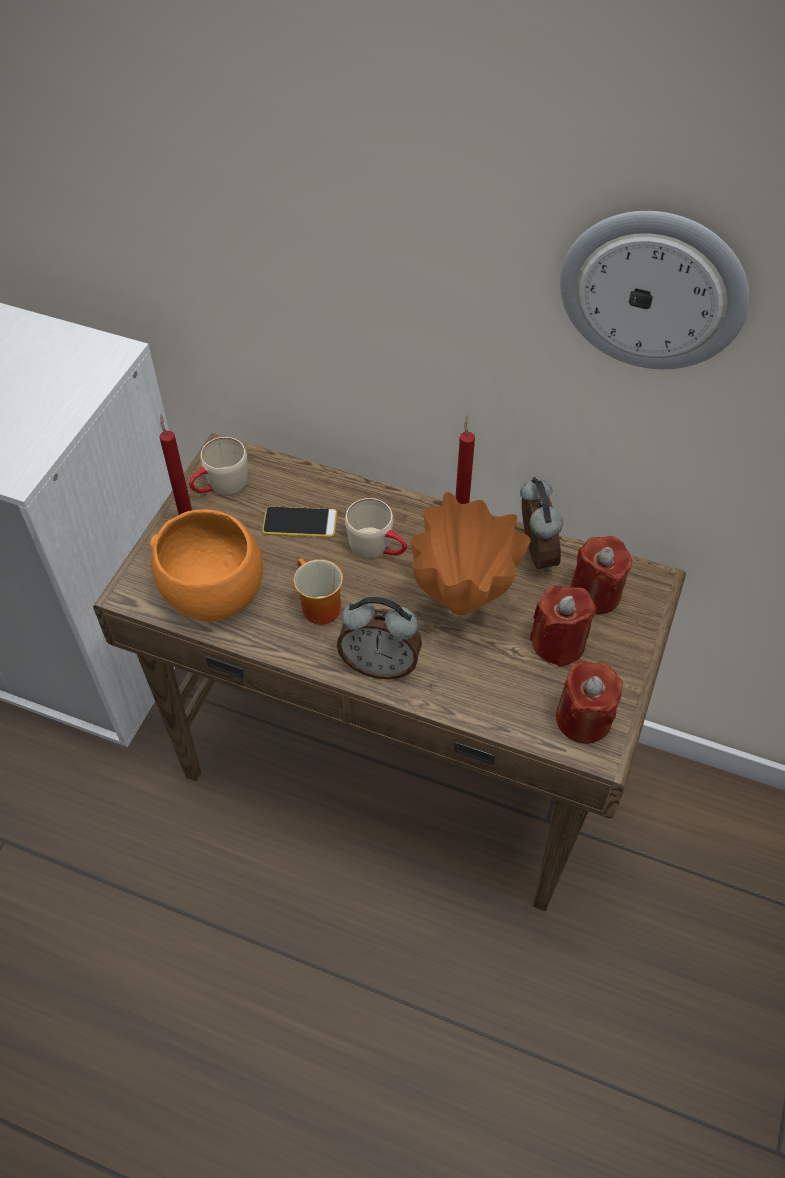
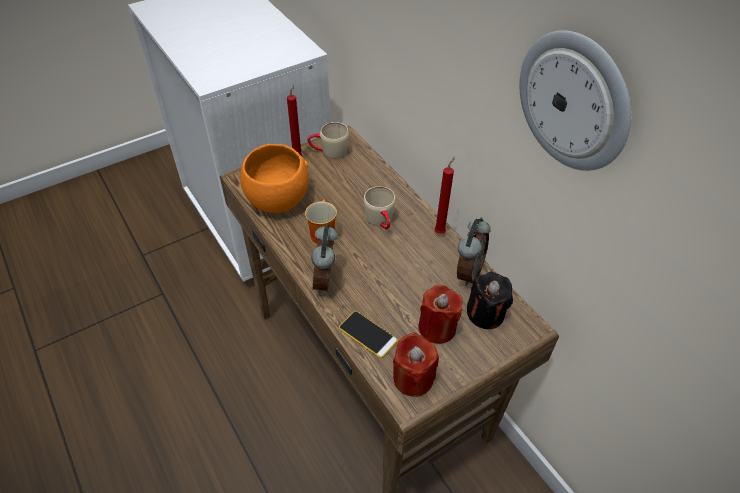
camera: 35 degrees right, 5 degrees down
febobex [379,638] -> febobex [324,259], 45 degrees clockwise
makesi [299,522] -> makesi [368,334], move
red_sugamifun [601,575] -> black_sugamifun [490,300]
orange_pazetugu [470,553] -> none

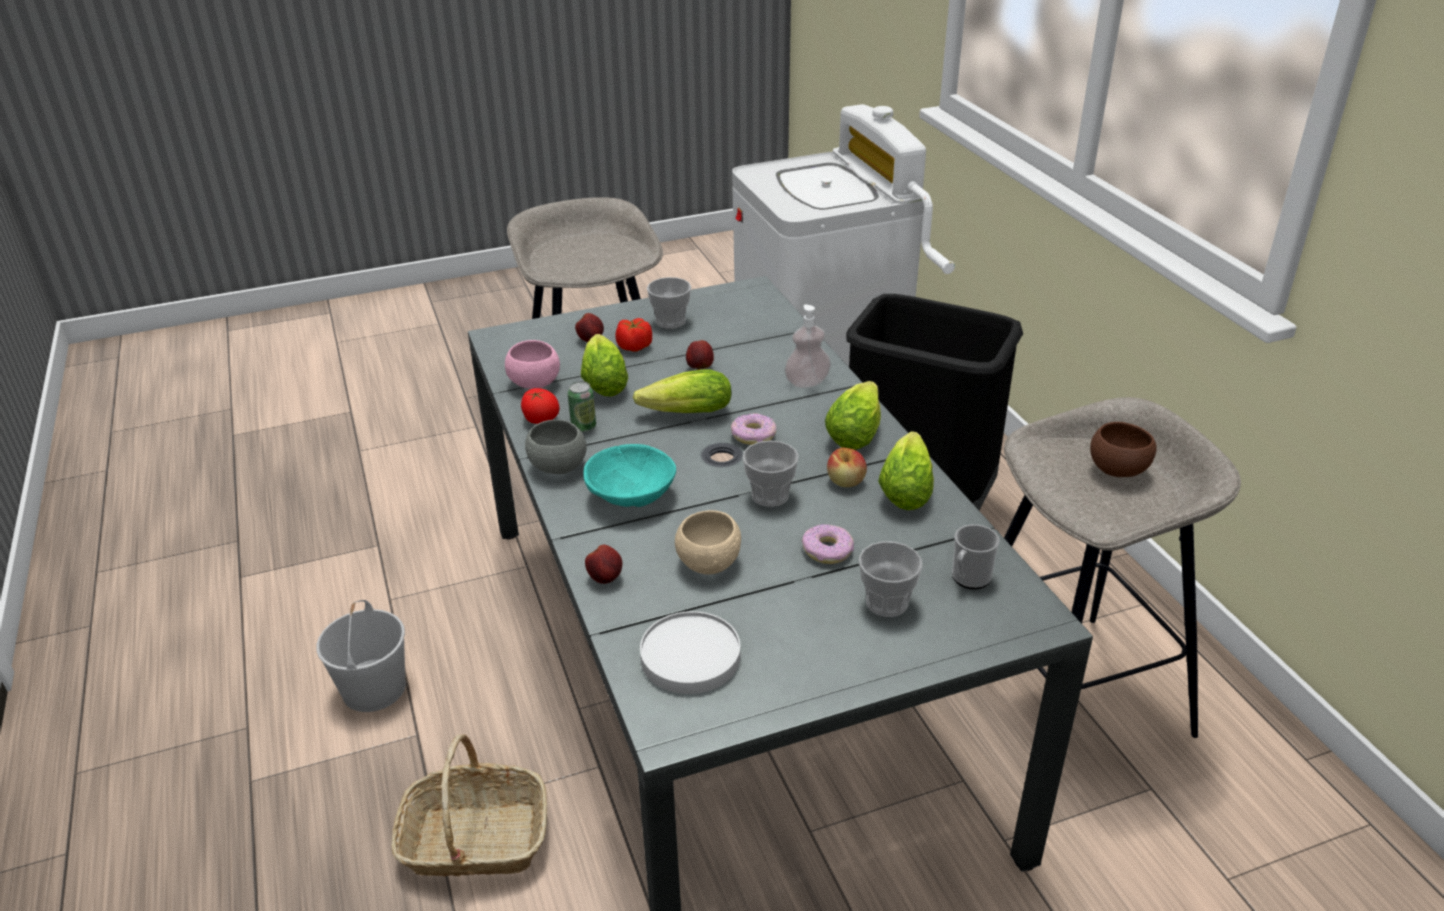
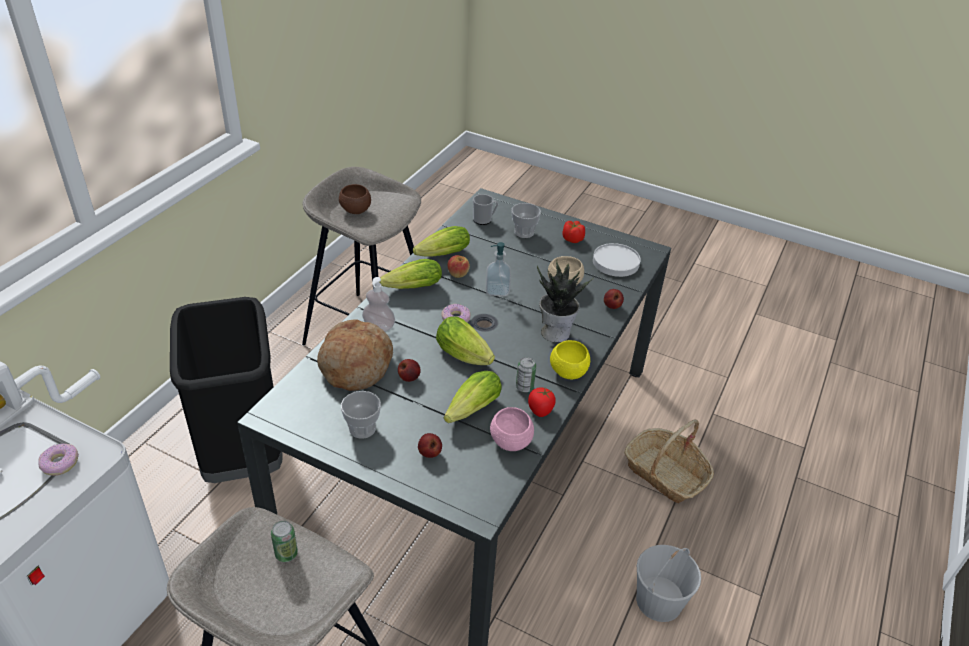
camera: 135 degrees left, 5 degrees up
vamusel [828,544] -> vamusel [58,460], move
none -> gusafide [284,541]
none -> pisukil [355,355]
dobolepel [771,473] -> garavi [498,269]
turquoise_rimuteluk [629,475] -> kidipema [565,301]
grey_rimuteluk [556,447] -> yellow_rimuteluk [570,359]
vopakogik [634,335] -> vopakogik [573,232], move

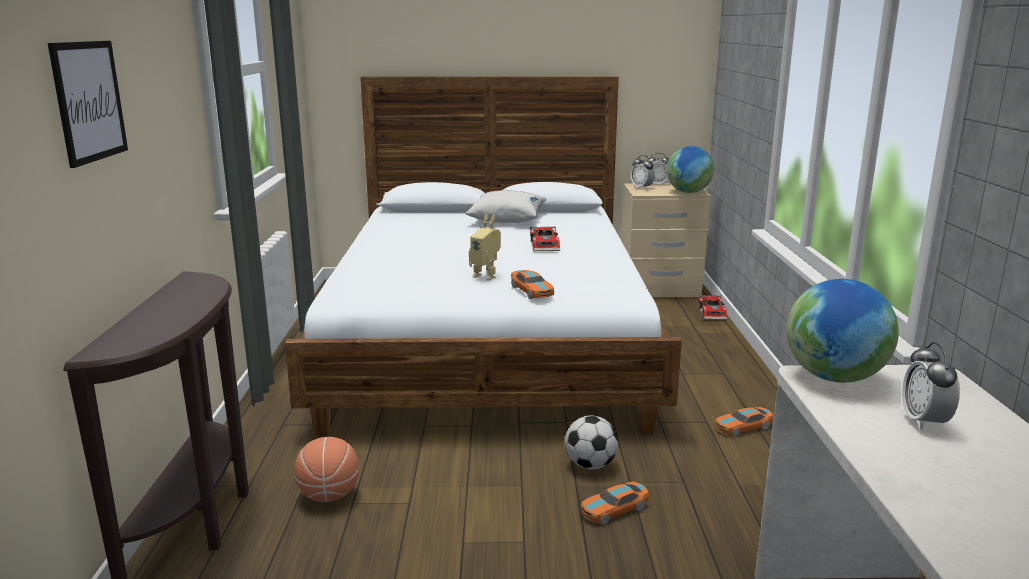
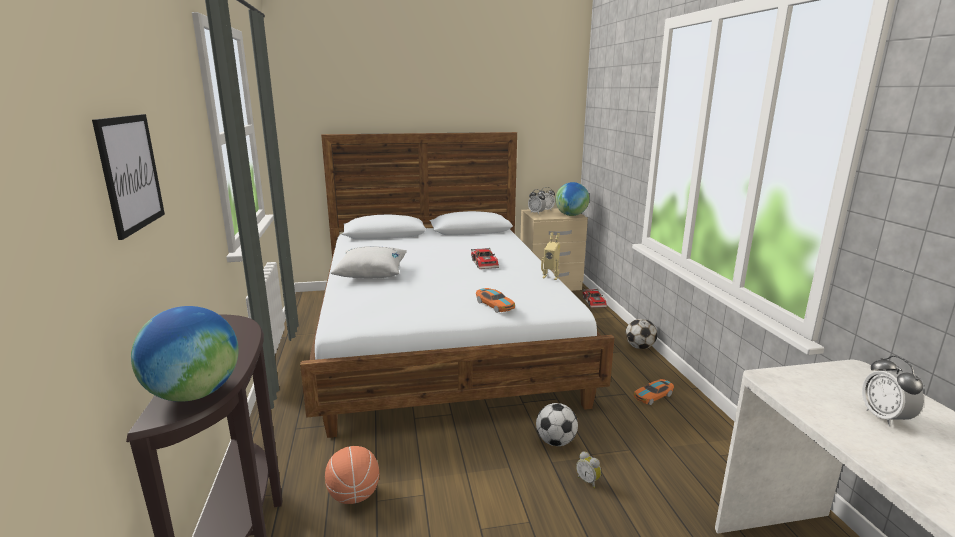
camera: 10 degrees left, 0 degrees up
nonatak [842,331] -> nonatak [185,354], move
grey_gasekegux [505,206] -> grey_gasekegux [369,262], move
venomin [485,247] -> venomin [550,256], move
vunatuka [615,503] -> febobex [588,470]
none -> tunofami [641,334]

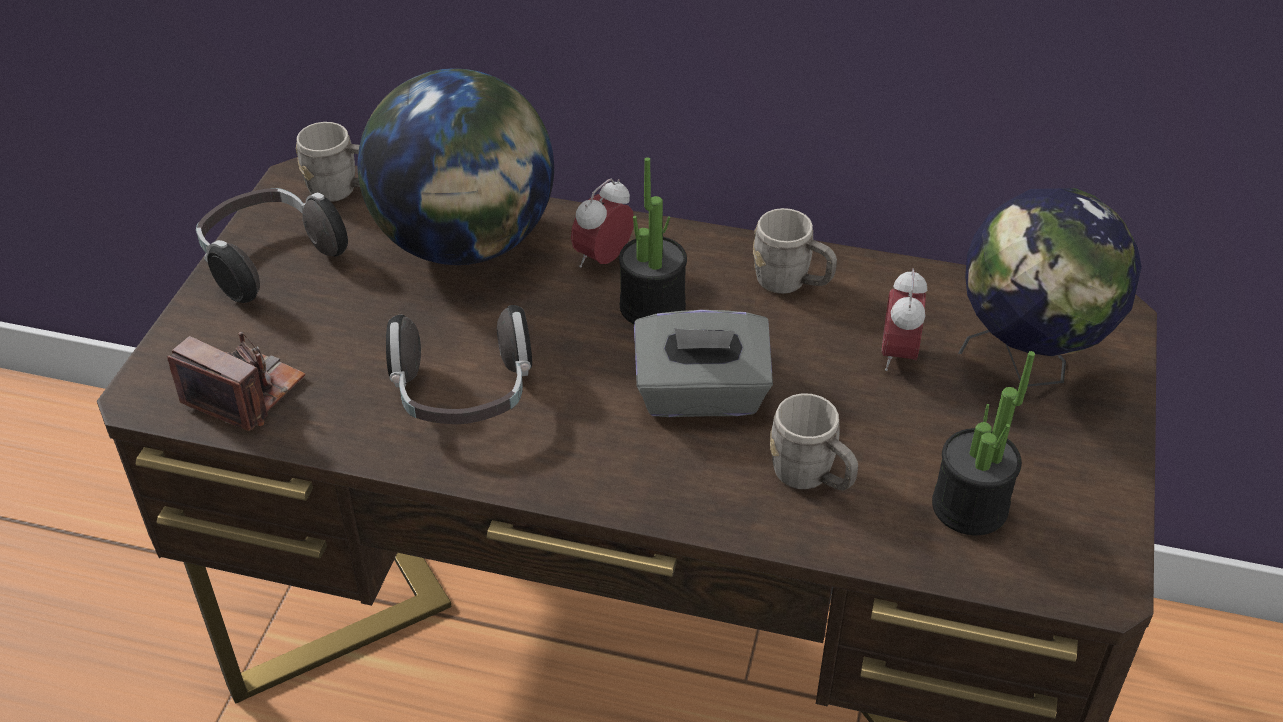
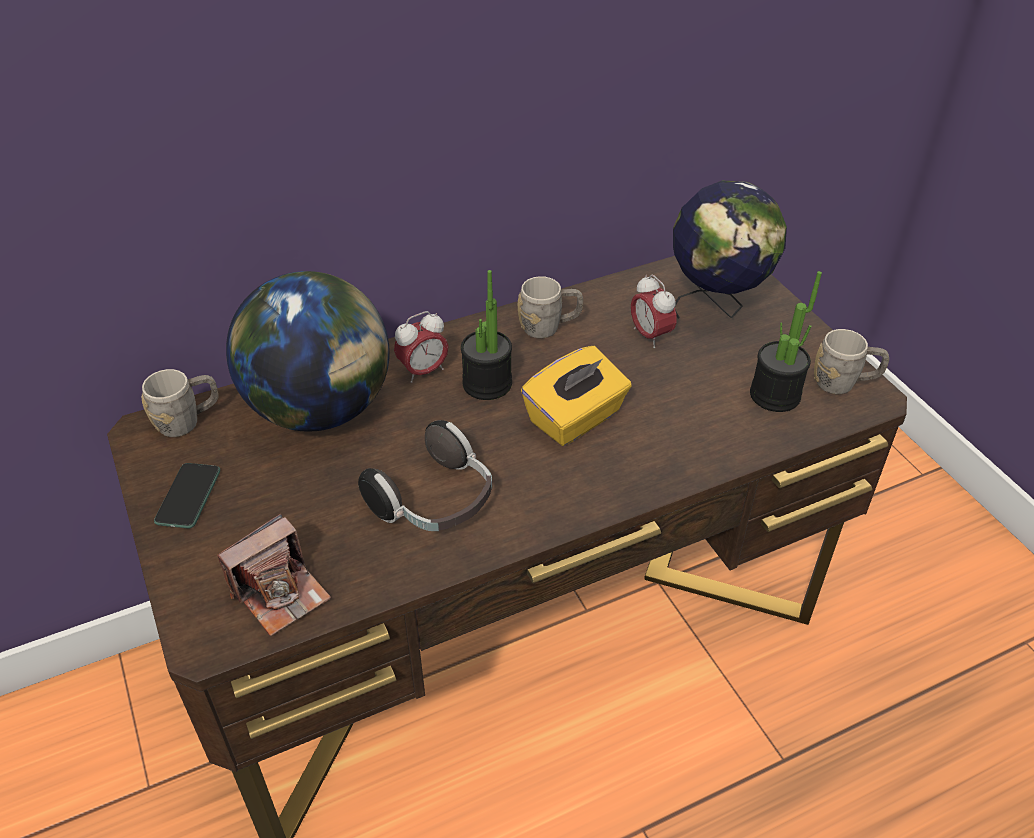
camera: 40 degrees left, 0 degrees up
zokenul [272,245] -> makesi [187,495]
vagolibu [236,381] -> vagolibu [274,575], 150 degrees clockwise
febobex [602,223] -> febobex [421,347], 120 degrees counterclockwise
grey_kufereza [703,363] -> yellow_kufereza [576,396]
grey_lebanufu [814,441] -> grey_lebanufu [851,361], move

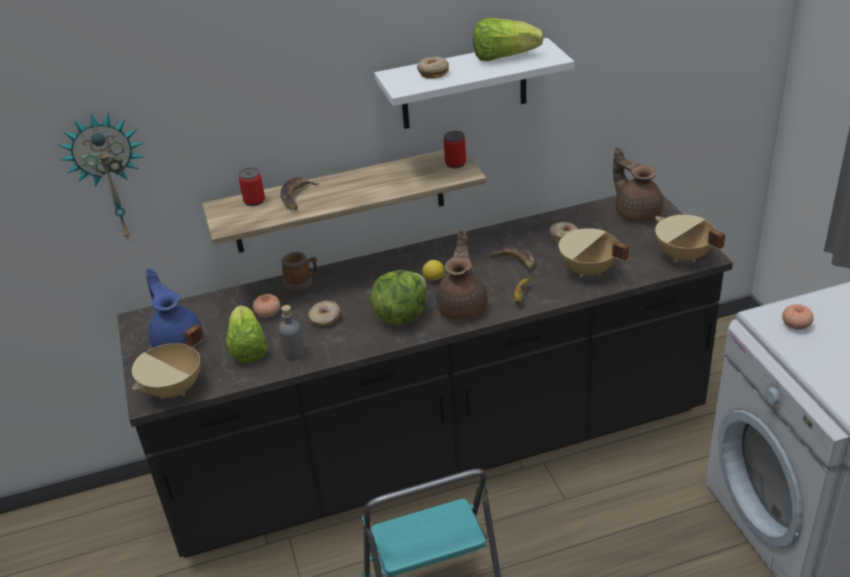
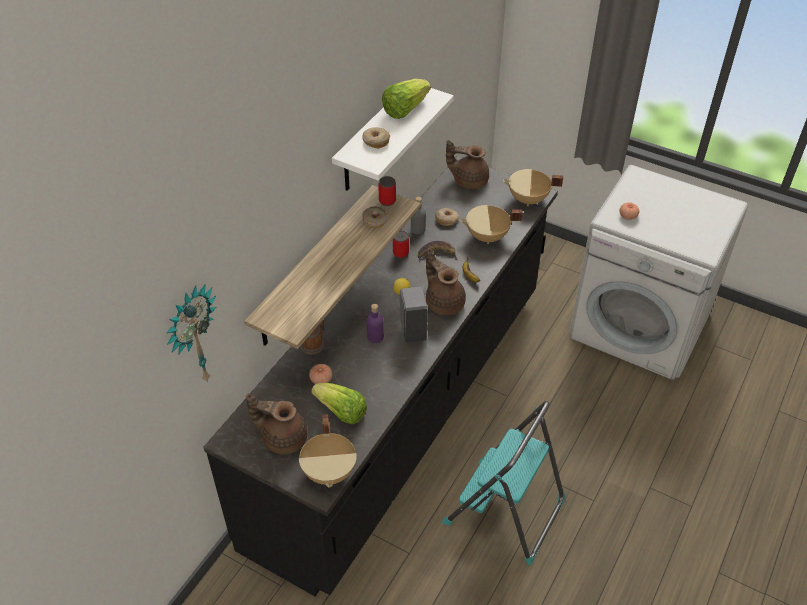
camera: 45 degrees left, 10 degrees up
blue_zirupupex [174,308] -> brown_zirupupex [277,423]
vamusel [324,314] -> vamusel [374,217], move
none -> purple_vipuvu [375,323]
gusafide [251,187] -> gusafide [401,244], move
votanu [398,297] -> grey_garavi [414,314]
grey_vipuvu [291,333] -> grey_vipuvu [418,215], move
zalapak [300,193] -> none

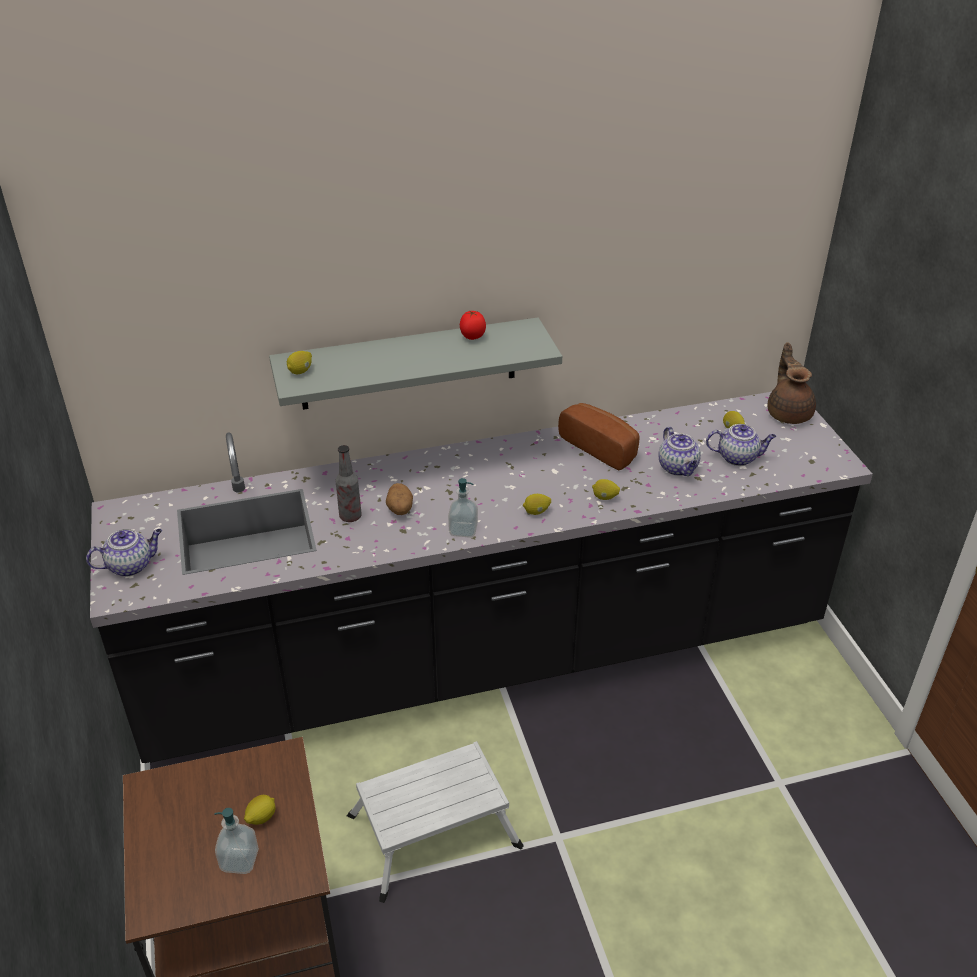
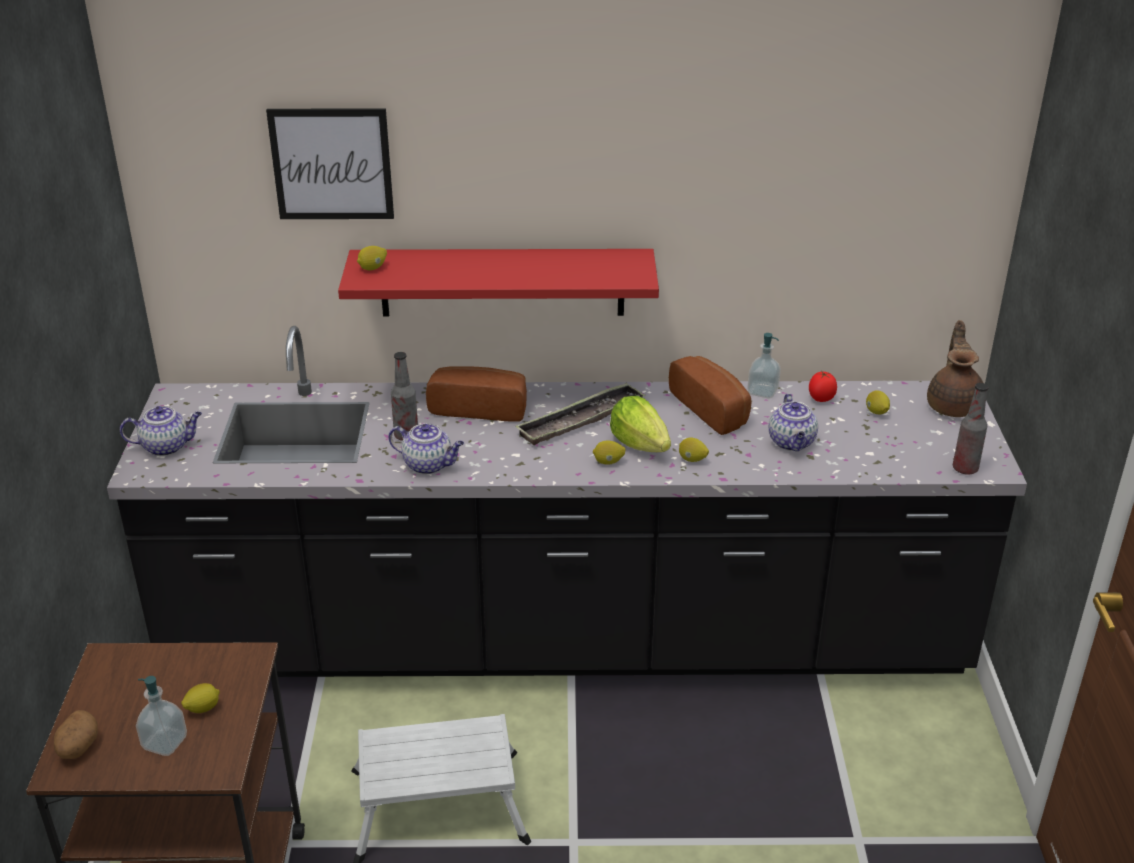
camera: 15 degrees right, 5 degrees down
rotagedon [399,499] -> rotagedon [76,734], move
none -> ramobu [330,164]
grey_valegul [415,363] -> red_valegul [498,283]
zirupupex [741,445] -> zirupupex [426,449], move
none -> pisukil [476,394]
none -> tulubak [580,413]
none -> votanu [640,424]
garavi [463,508] -> garavi [764,366], move
vopakogik [473,325] -> vopakogik [823,387], move
none -> vipuvu [970,429]

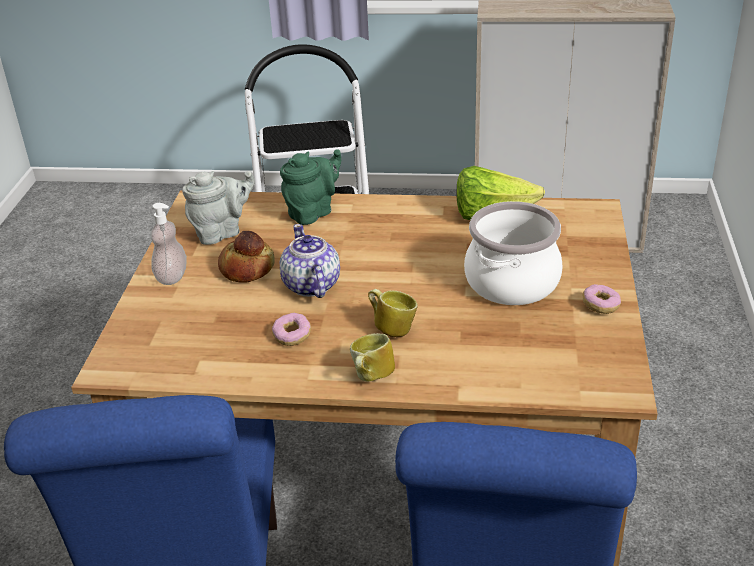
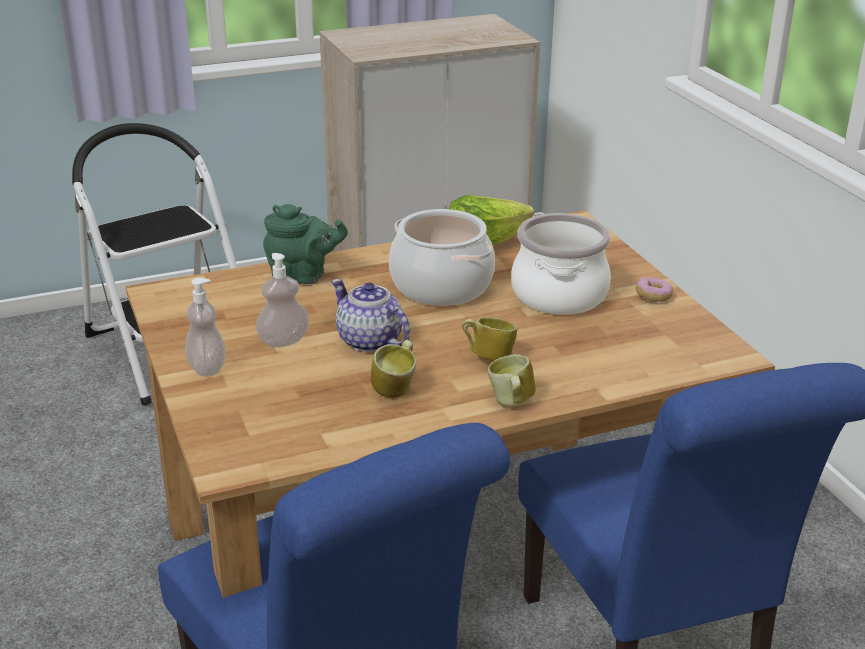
camera: 30 degrees left, 5 degrees down
pisukil [246,257] -> garavi [282,300]
green_zirupupex [310,187] -> green_zirupupex [305,244], 75 degrees clockwise
vamusel [291,329] -> lebanufu [393,368]
none -> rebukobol [442,257]
grey_zirupupex [218,208] -> none

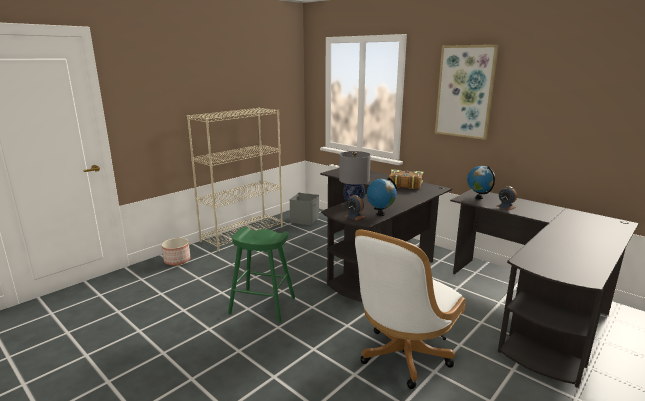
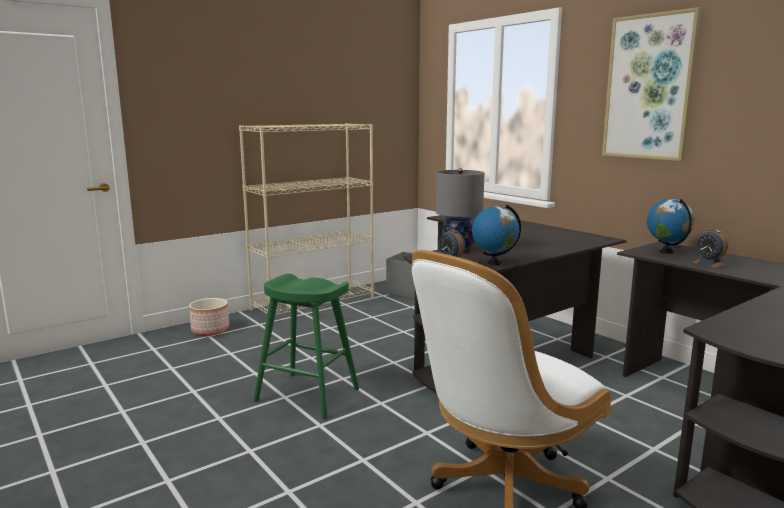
camera: 10 degrees right, 5 degrees down
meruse [406,179] -> none

